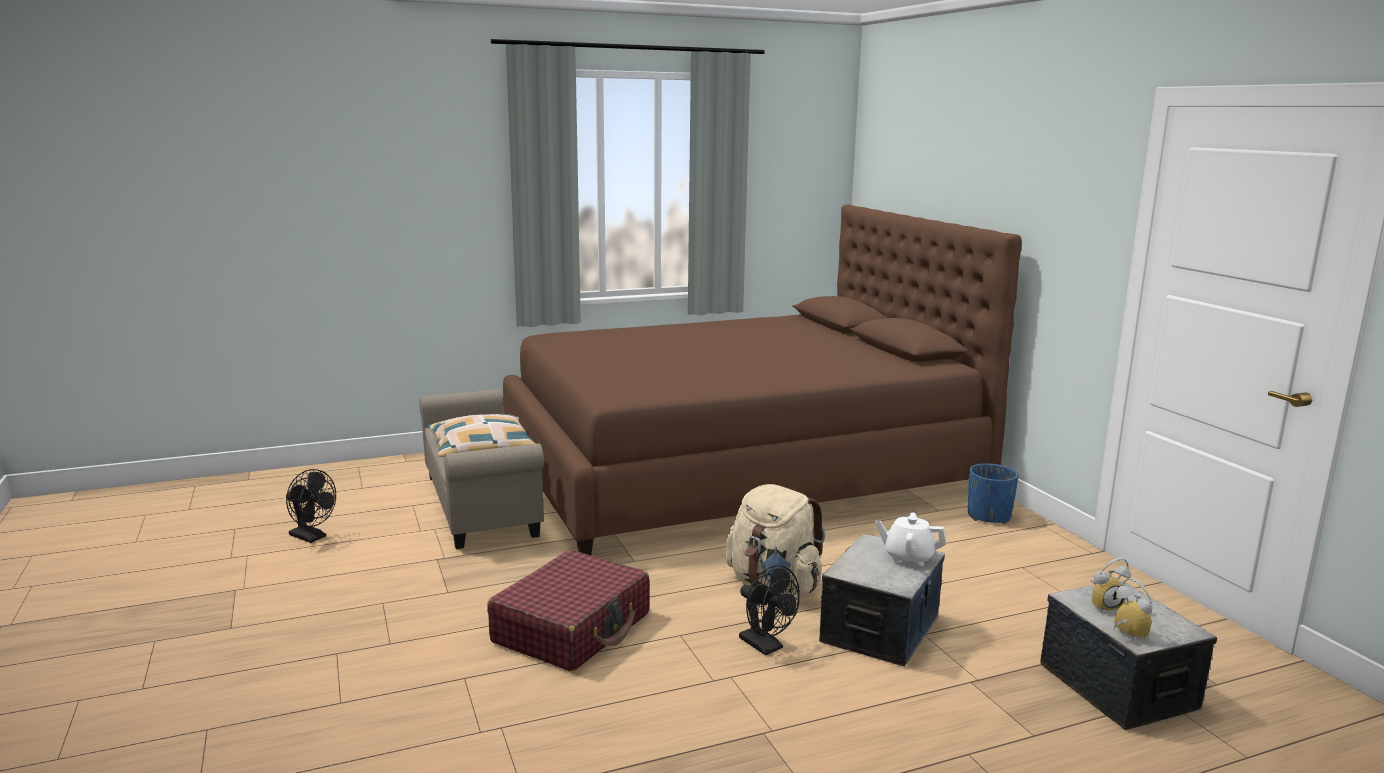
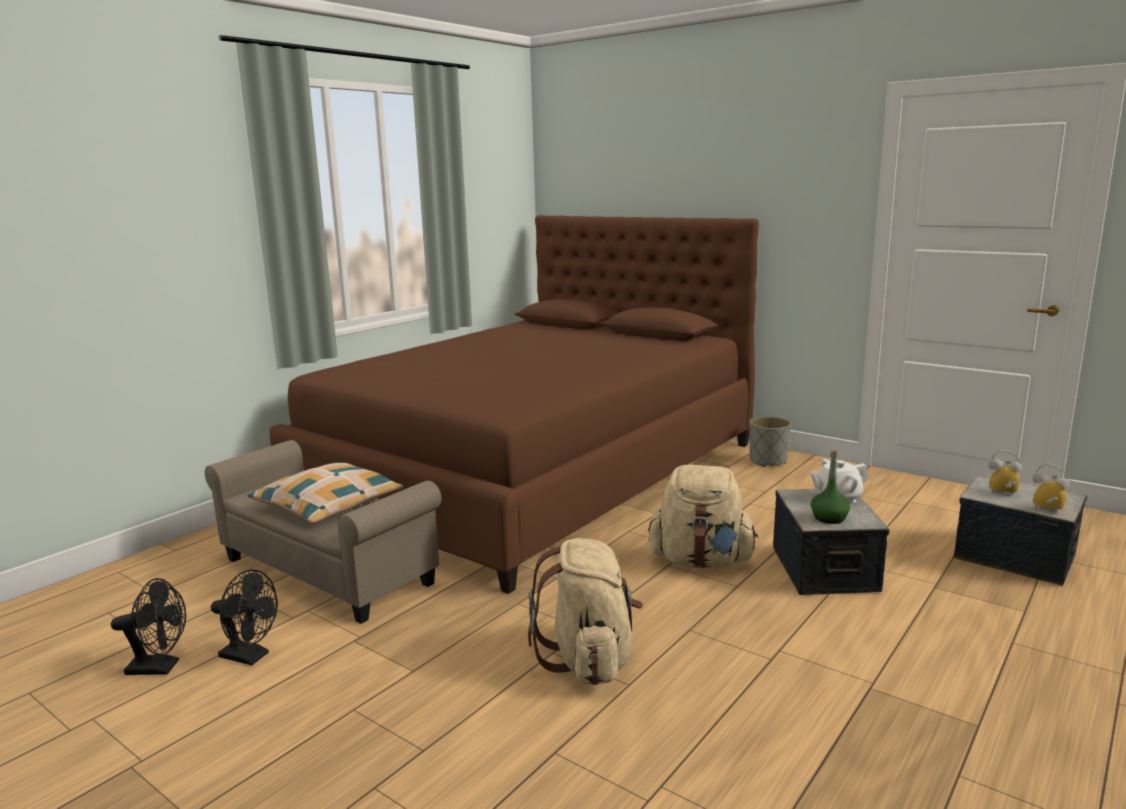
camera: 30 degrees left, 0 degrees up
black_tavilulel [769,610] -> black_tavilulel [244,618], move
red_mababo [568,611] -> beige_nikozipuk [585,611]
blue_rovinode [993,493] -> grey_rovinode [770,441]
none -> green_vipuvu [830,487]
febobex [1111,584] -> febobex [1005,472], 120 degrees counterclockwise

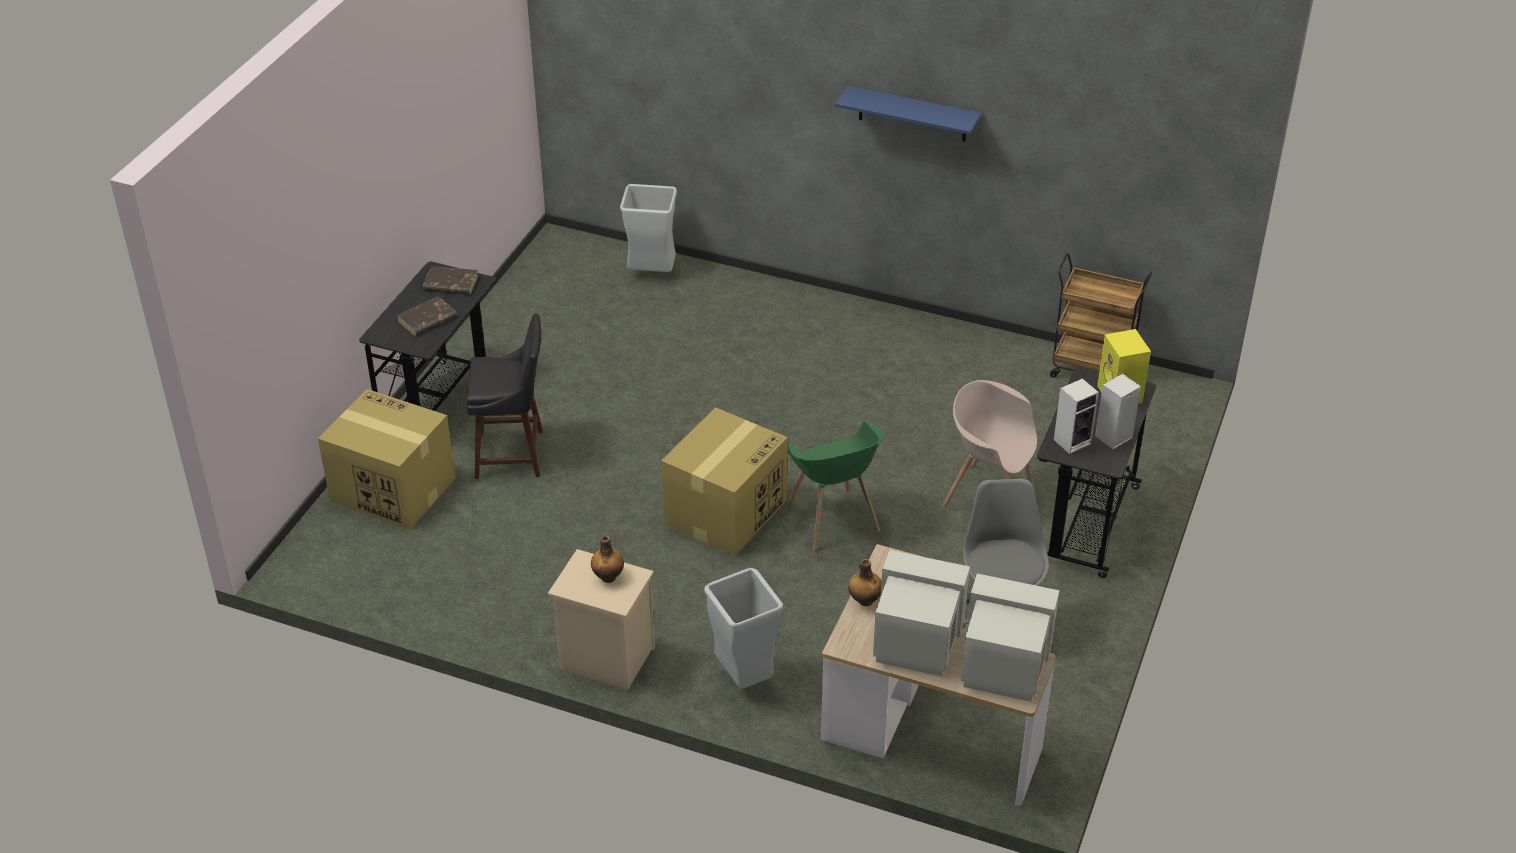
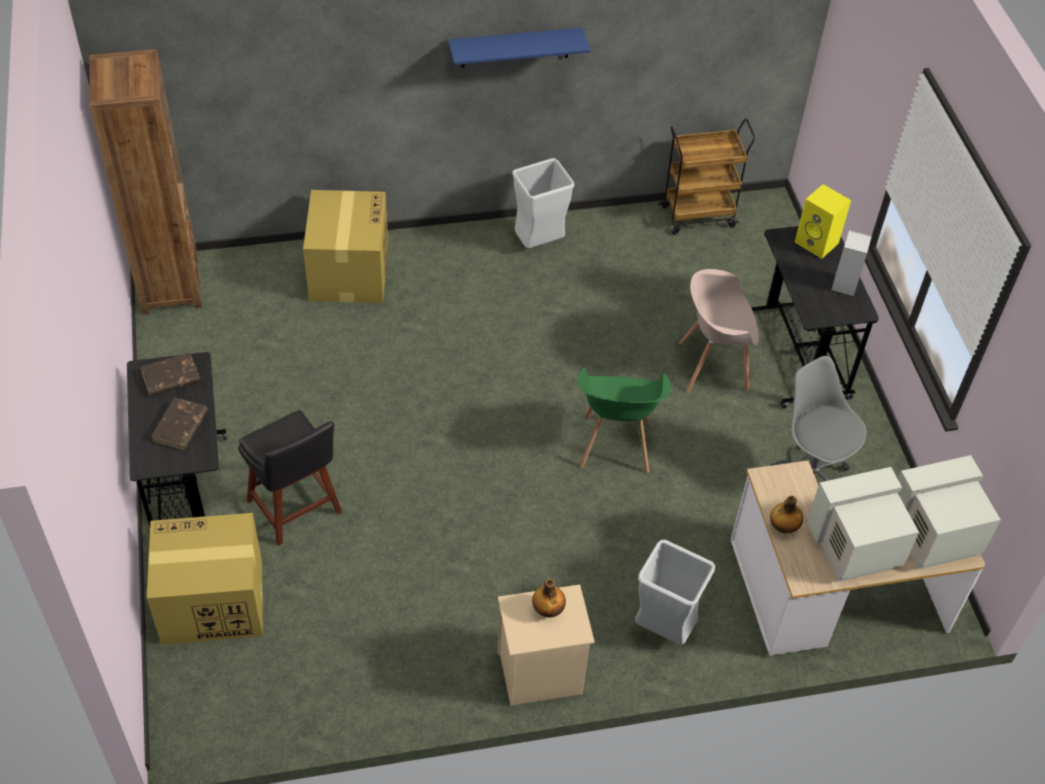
camera: 35 degrees left, 10 degrees up
none -> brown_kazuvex [145,182]
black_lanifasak [505,396] -> black_lanifasak [290,478], 90 degrees clockwise
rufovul [724,481] -> rufovul [345,246], move
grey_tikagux [648,228] -> grey_tikagux [543,203], move
green_lanifasak [836,486] -> green_lanifasak [624,420], 60 degrees clockwise
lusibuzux [1076,416] -> none

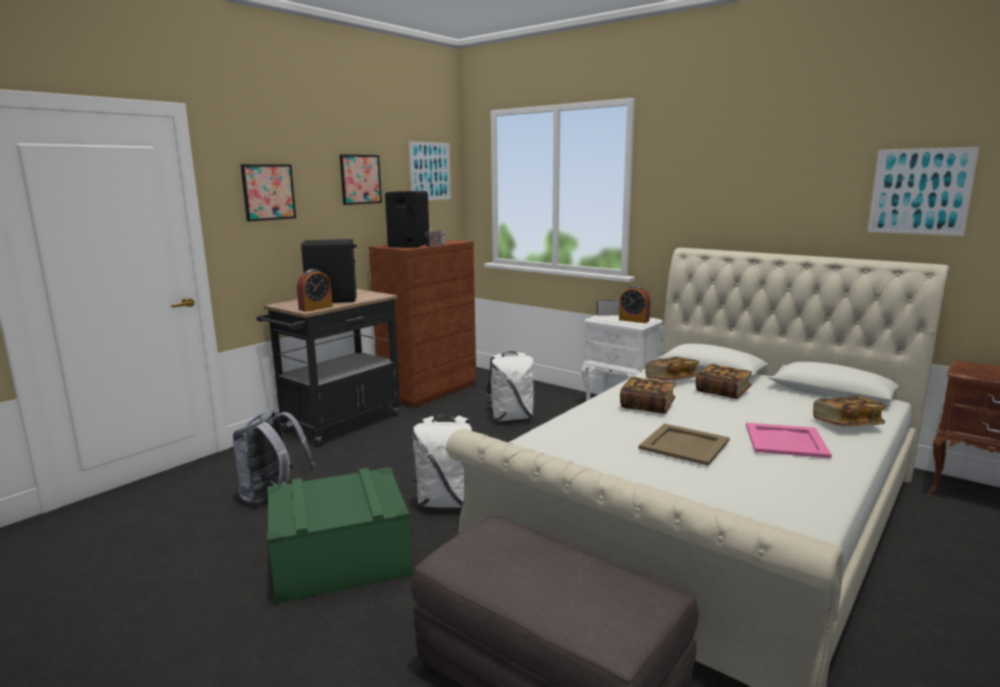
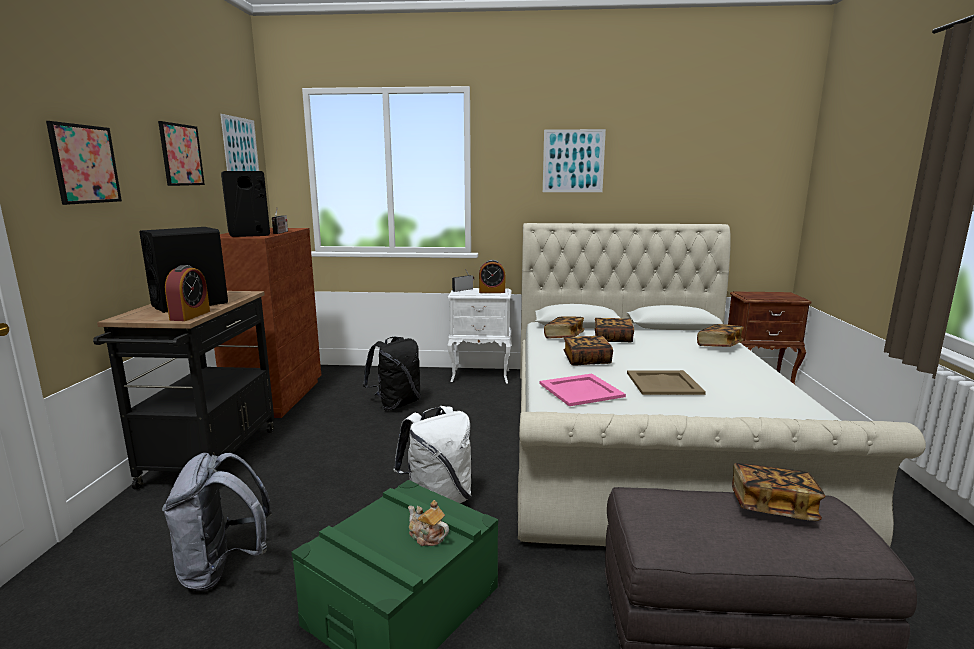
camera: 35 degrees left, 0 degrees up
white_nikozipuk [510,386] -> black_nikozipuk [392,373]
none -> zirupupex [428,523]
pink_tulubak [789,440] -> pink_tulubak [583,390], move
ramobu [923,191] -> ramobu [574,160], move
none -> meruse [779,492]

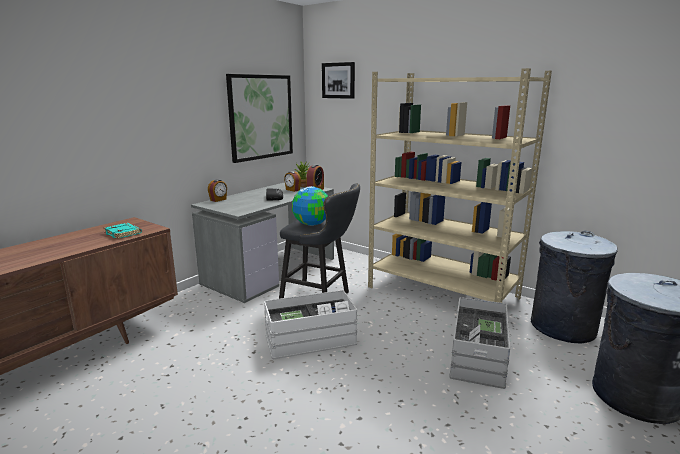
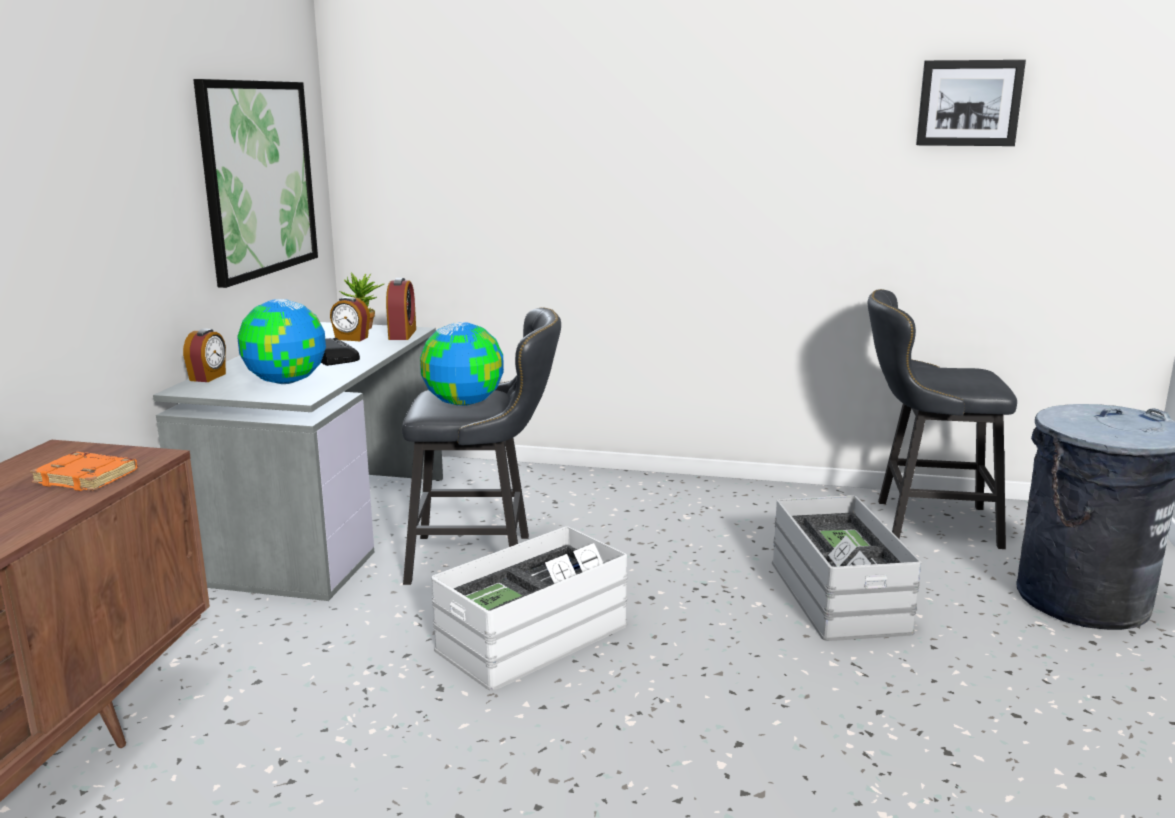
camera: 25 degrees left, 0 degrees up
turquoise_meruse [123,231] -> orange_meruse [83,471]
none -> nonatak [281,341]
grey_tikagux [574,287] -> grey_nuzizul [942,419]
ramobu [338,80] -> ramobu [971,103], move
beige_kazuvex [460,185] -> none

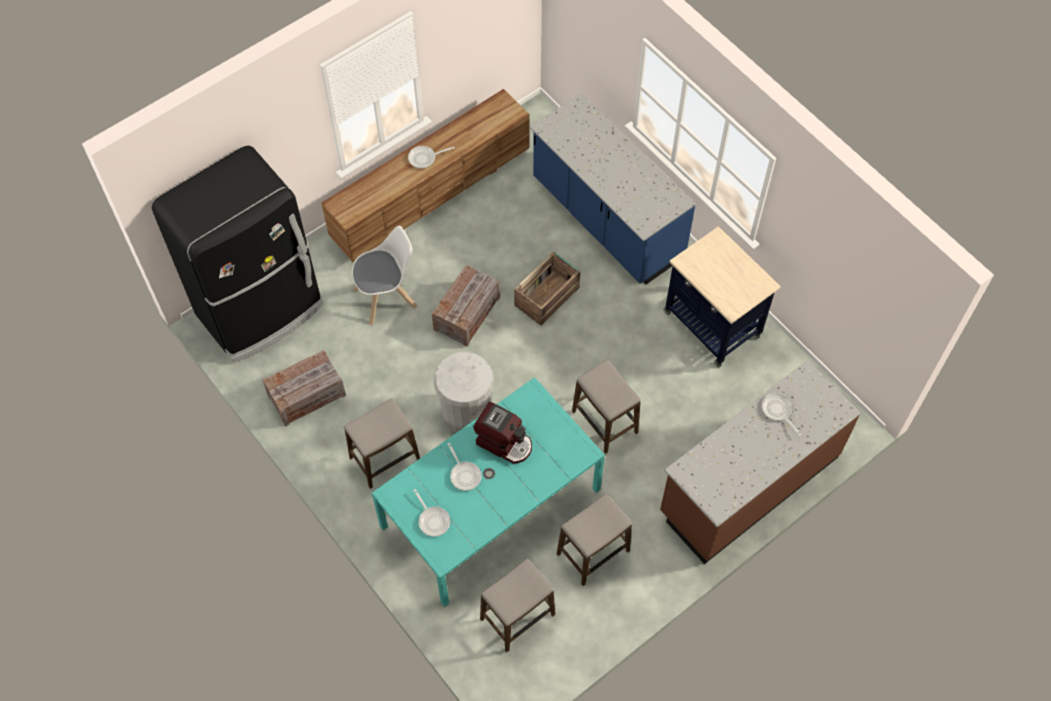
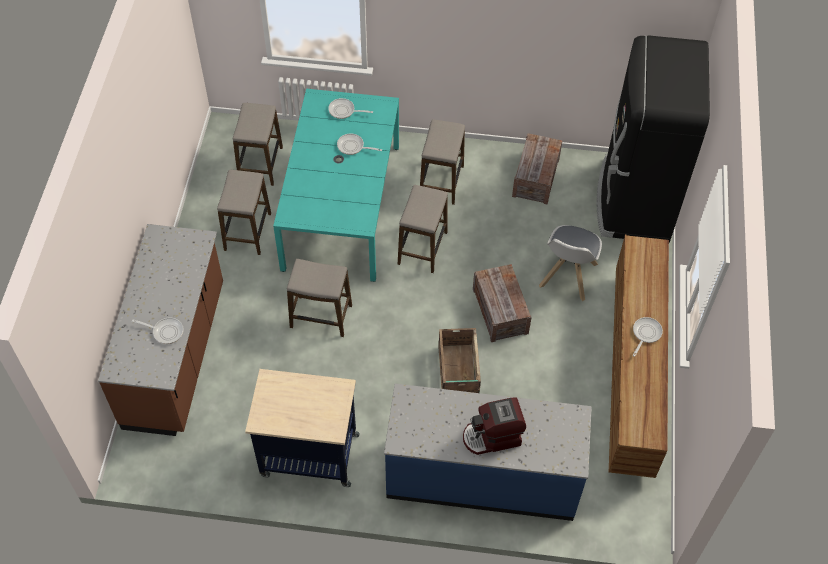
camera: 135 degrees right, 5 degrees down
white_tikagux [464,392] -> nuzizul [423,229]
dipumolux [502,433] -> dipumolux [494,426], move

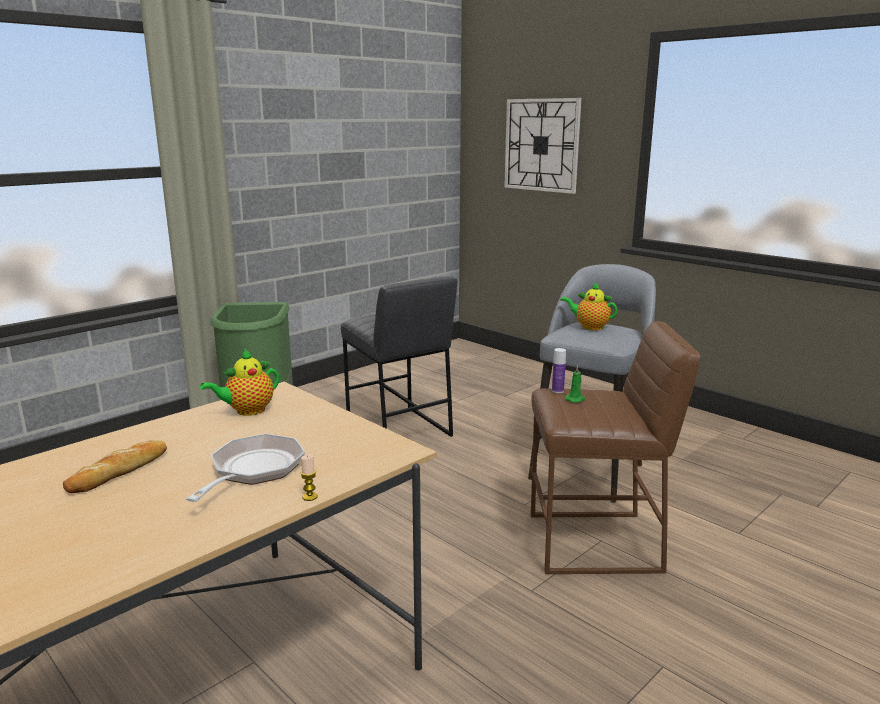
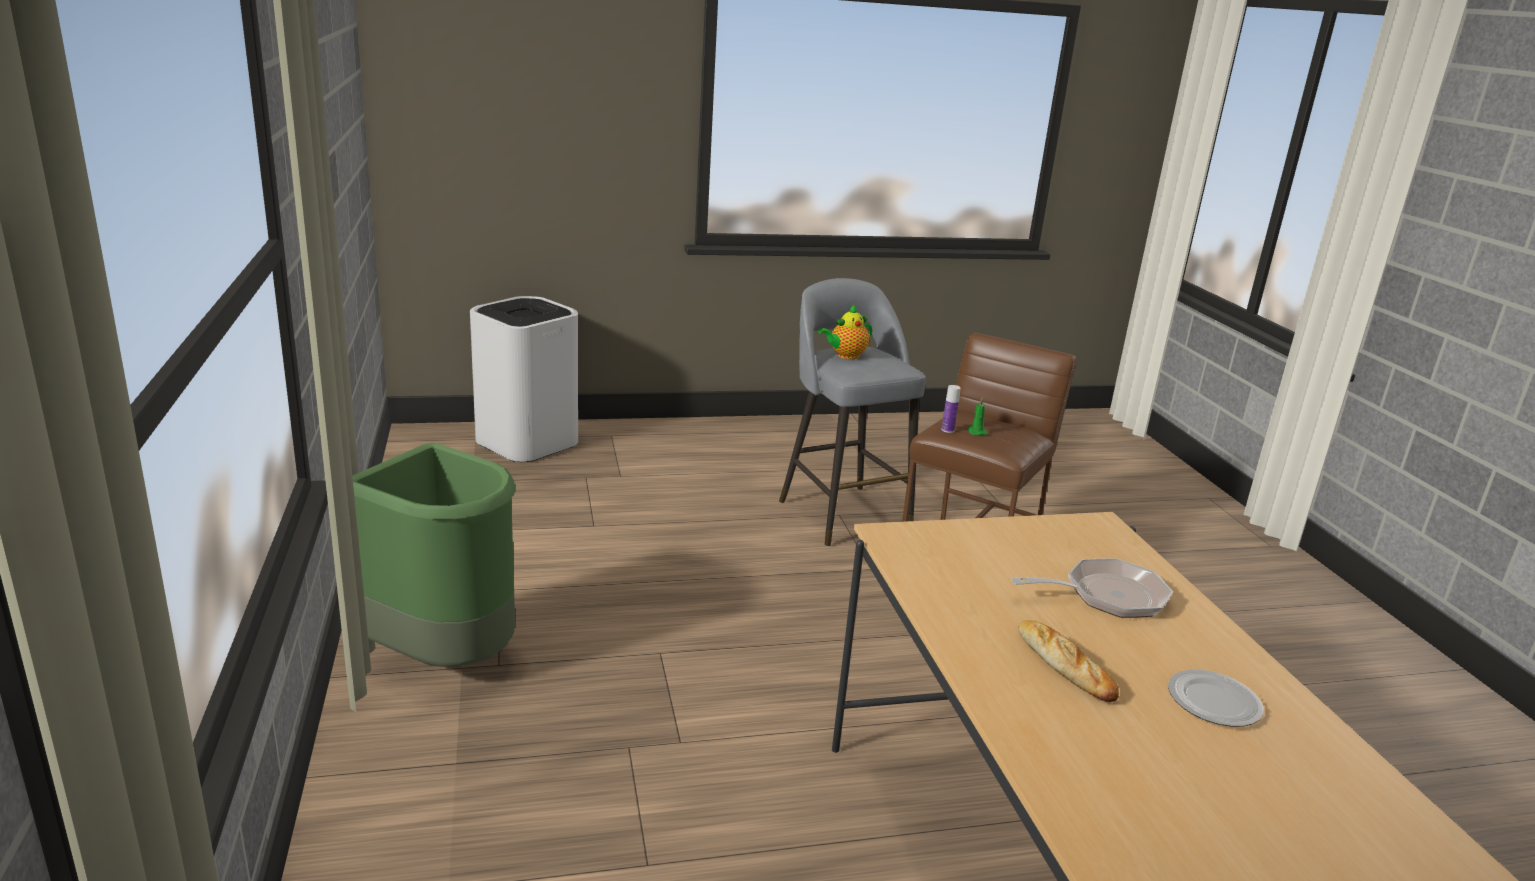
camera: 60 degrees left, 5 degrees up
none -> white_tikagux [524,379]
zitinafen [245,468] -> zitinafen [1092,588], 120 degrees clockwise
none -> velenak [1216,698]
zirupupex [239,382] -> none
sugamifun [309,477] -> none
grey_nuzizul [399,356] -> none
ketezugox [543,146] -> none

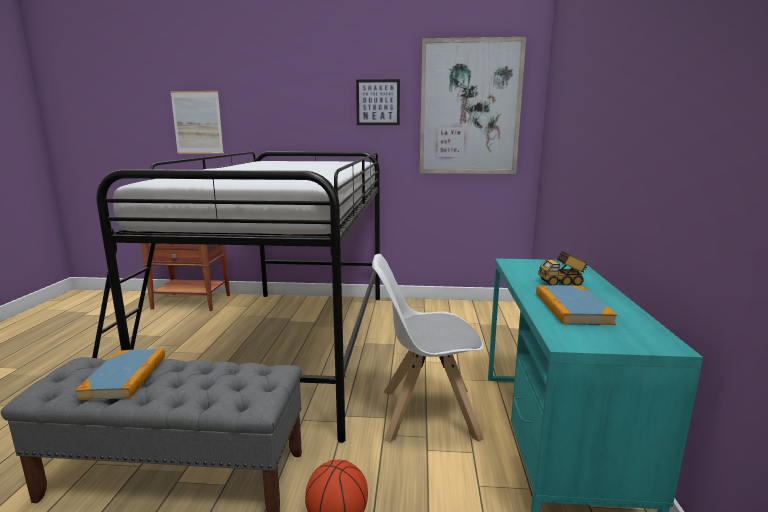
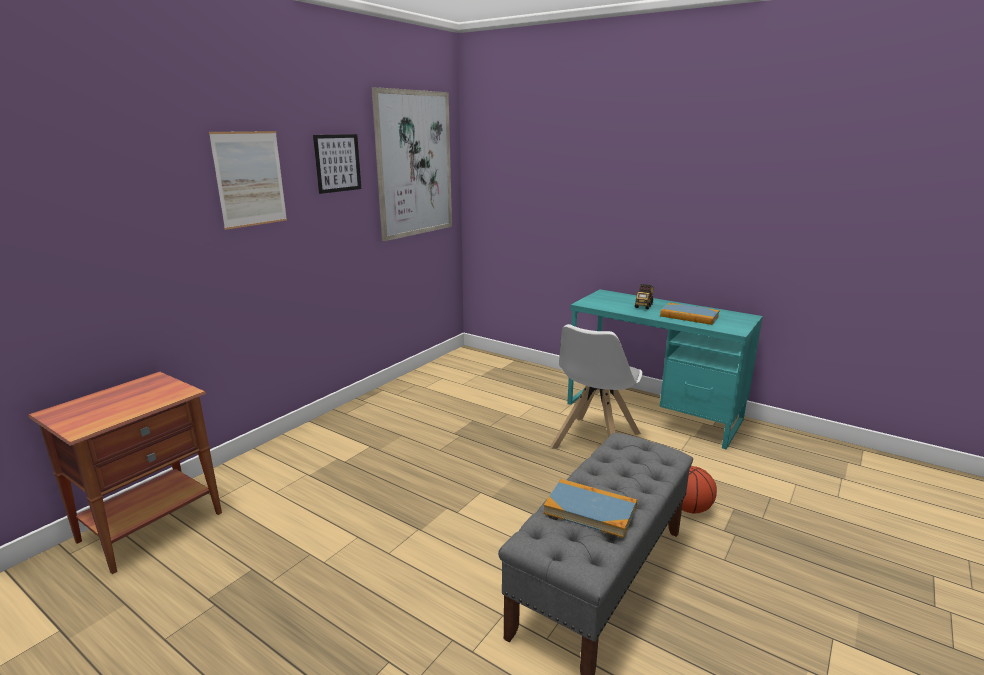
camera: 60 degrees left, 5 degrees up
ramobu [197,122] -> ramobu [248,180], move
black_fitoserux [236,297] -> none

